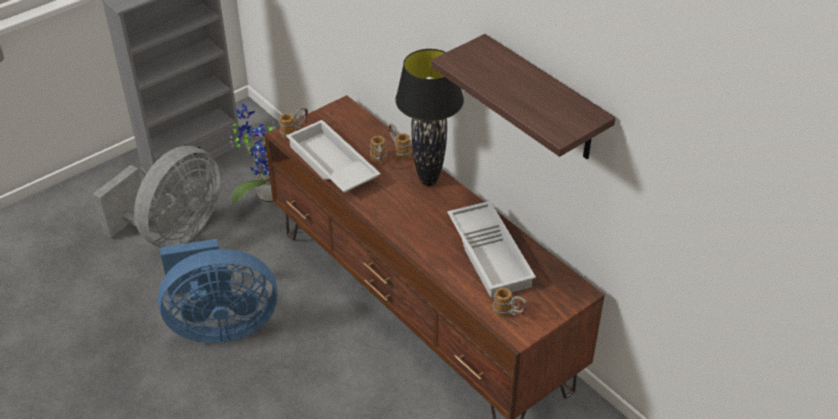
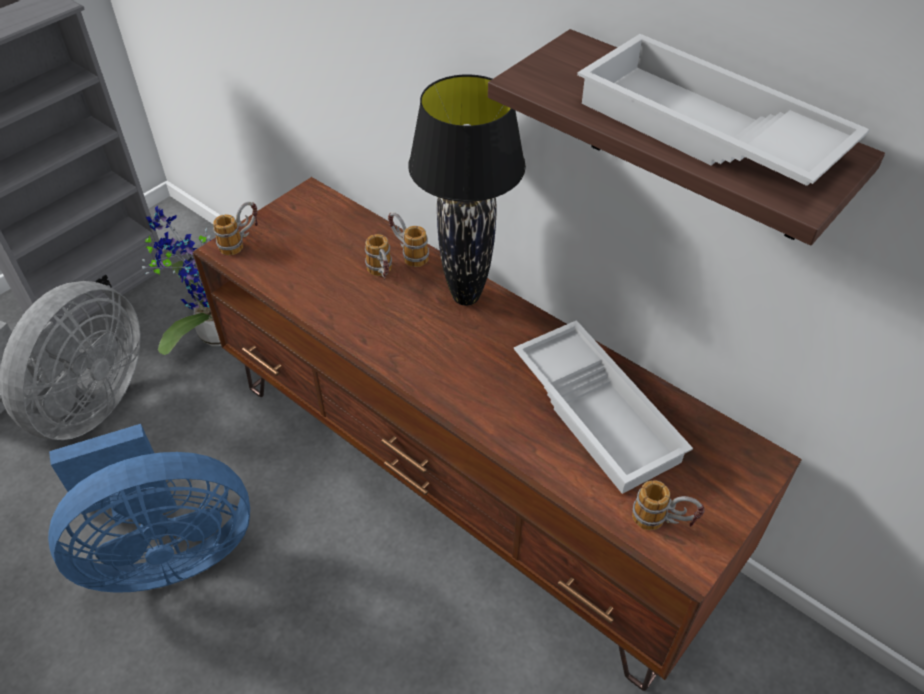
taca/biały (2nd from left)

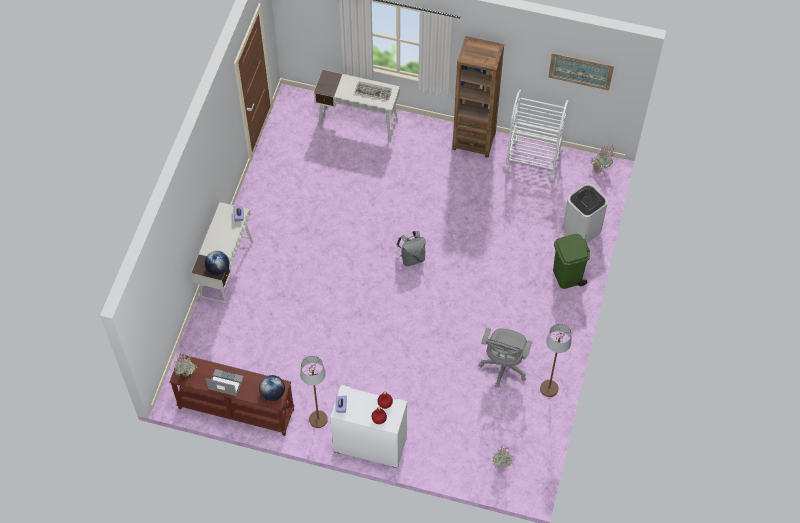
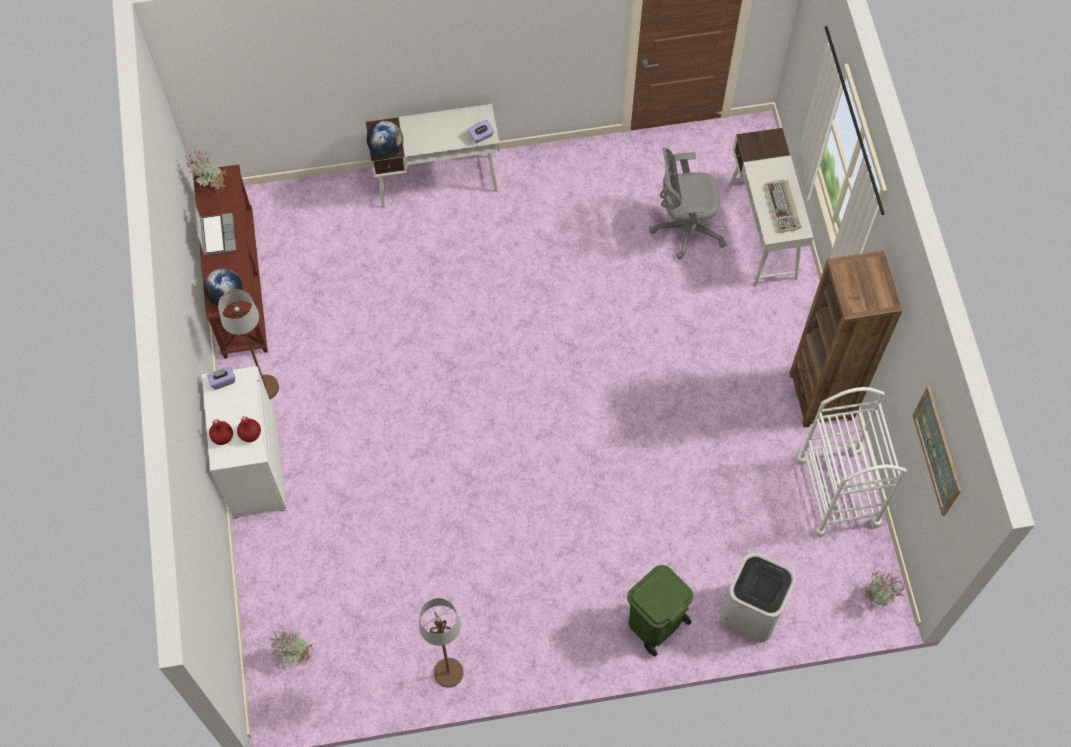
plecak/szary
krzesło biurowe/szary

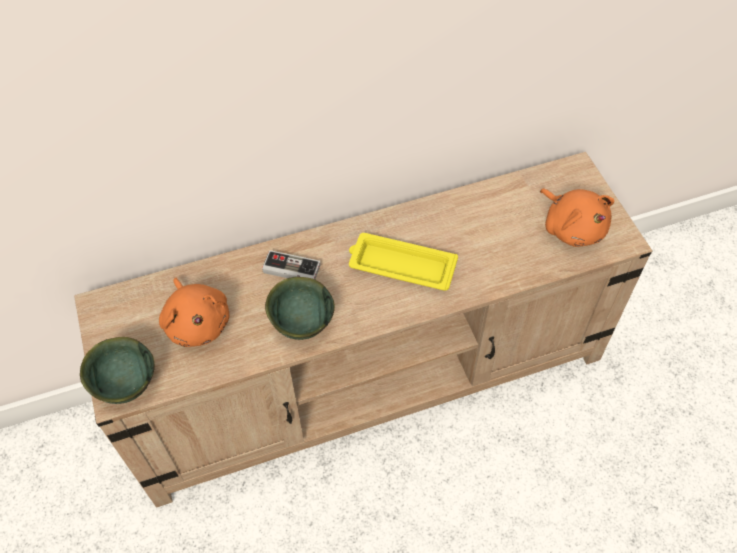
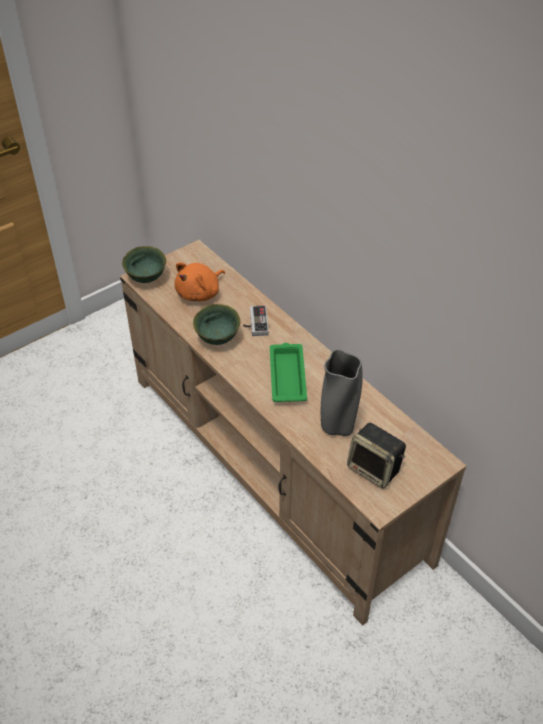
taca/zielony
głośnik
wazon/szary

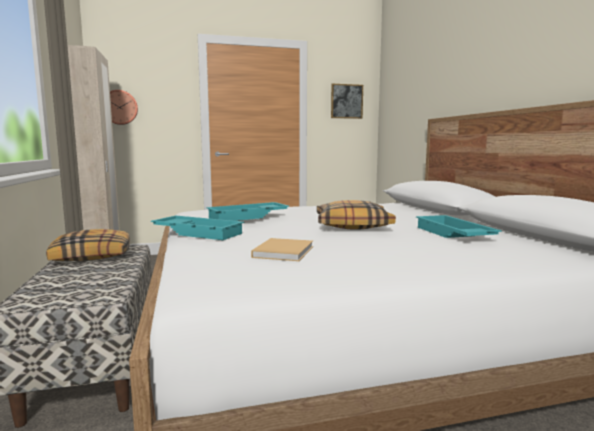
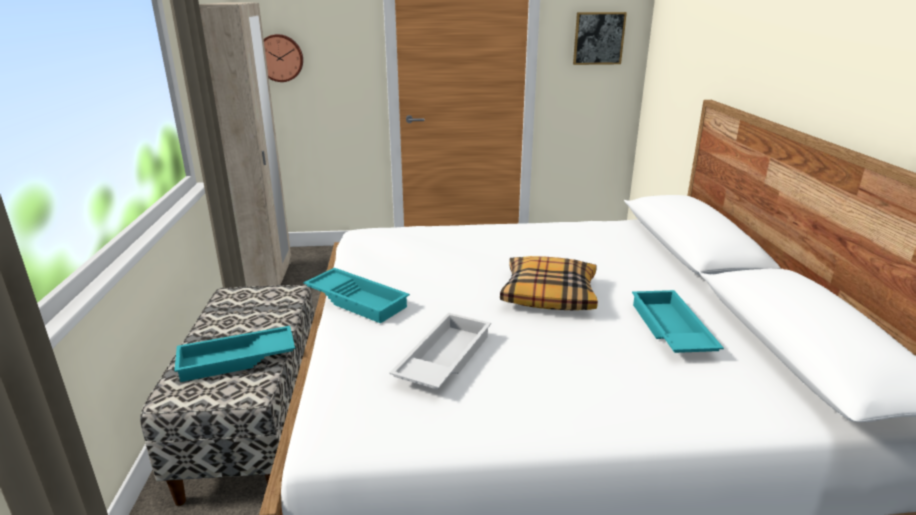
poduszka (1st from left in the first image)
taca/turkusowy (1st from left)
taca/biały

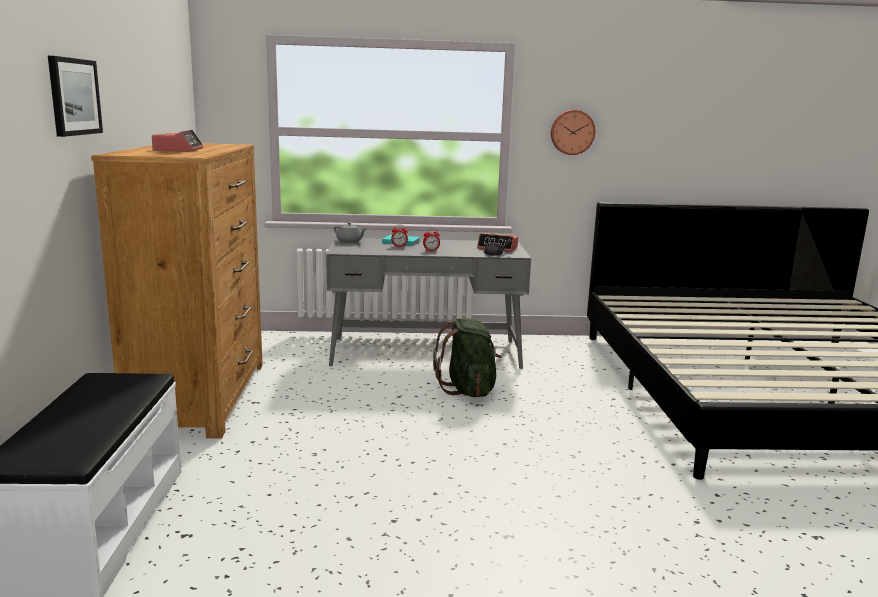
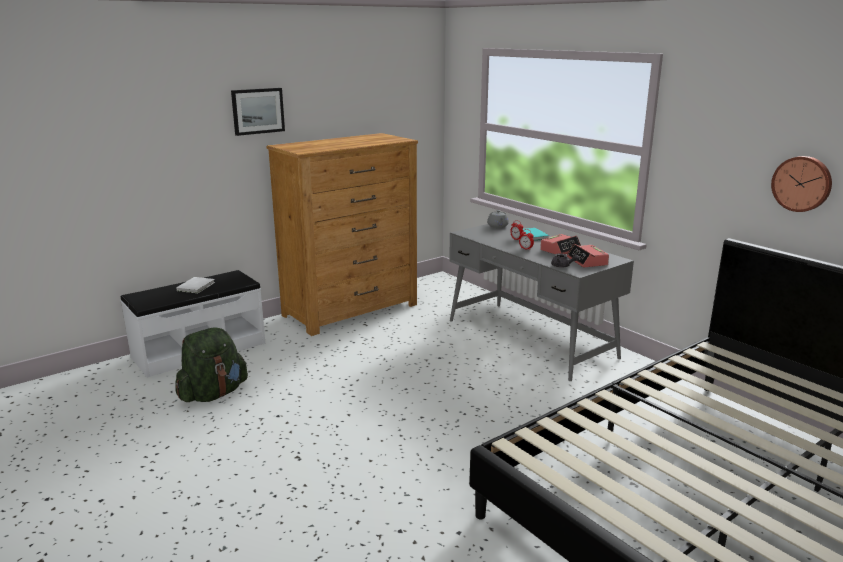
budzik (3rd from left)
plecak/zielony
zegar ścienny
książka/biały

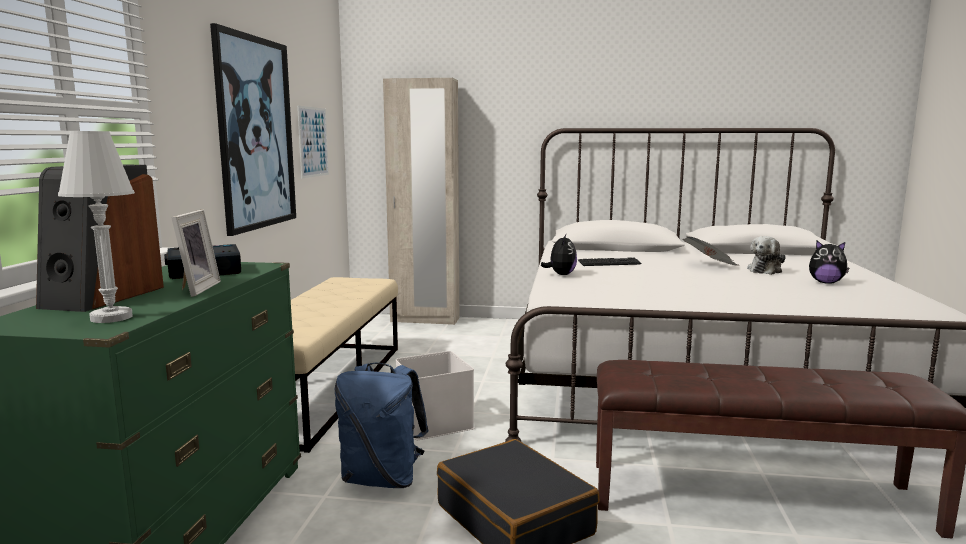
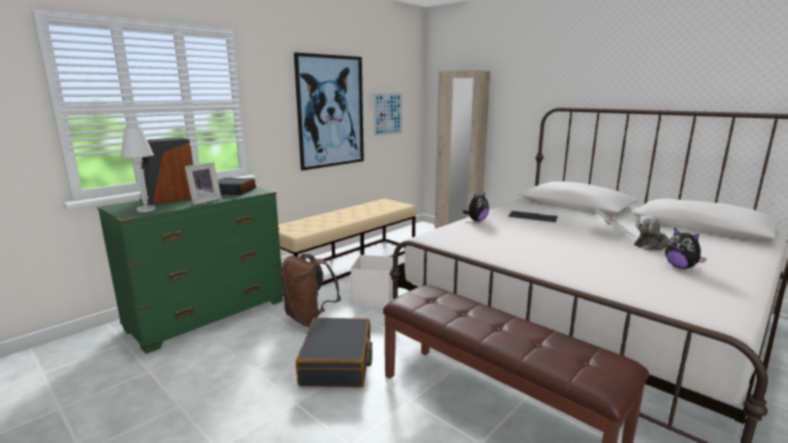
plecak/brązowy

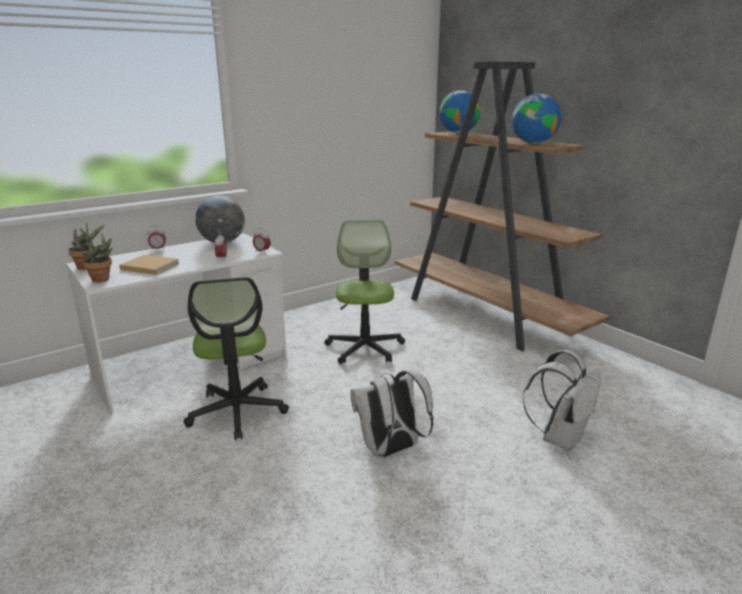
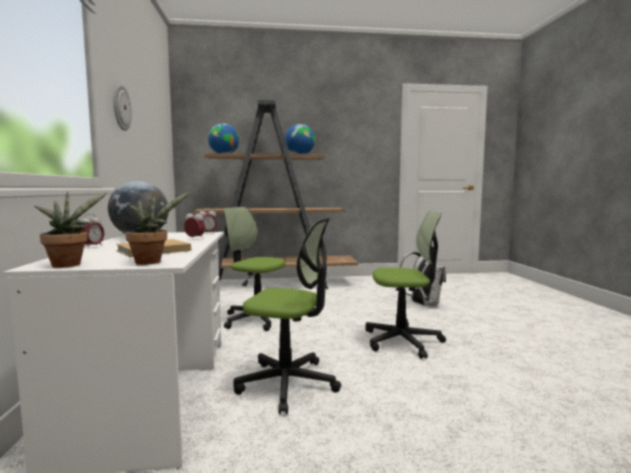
krzesło biurowe (3rd from left)
zegar ścienny

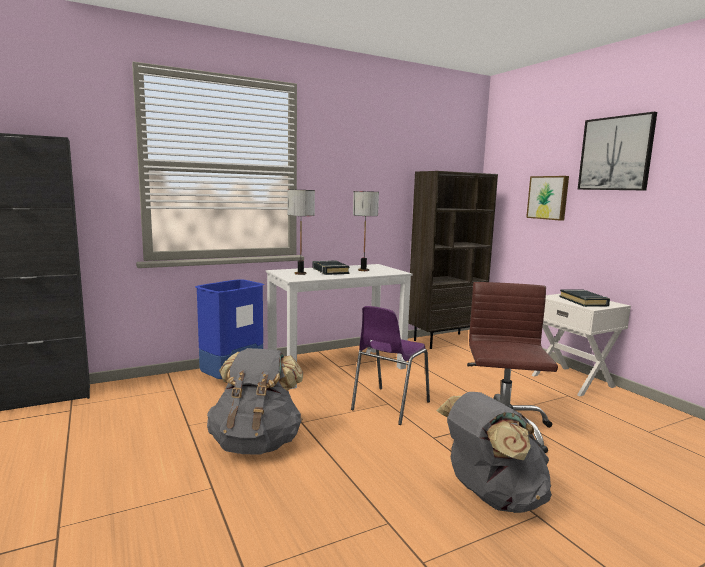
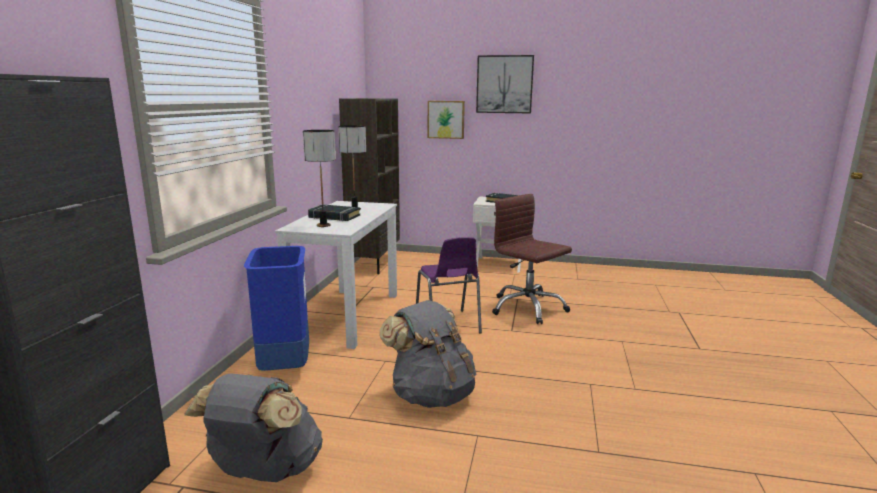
plecak/szary (1st from left)

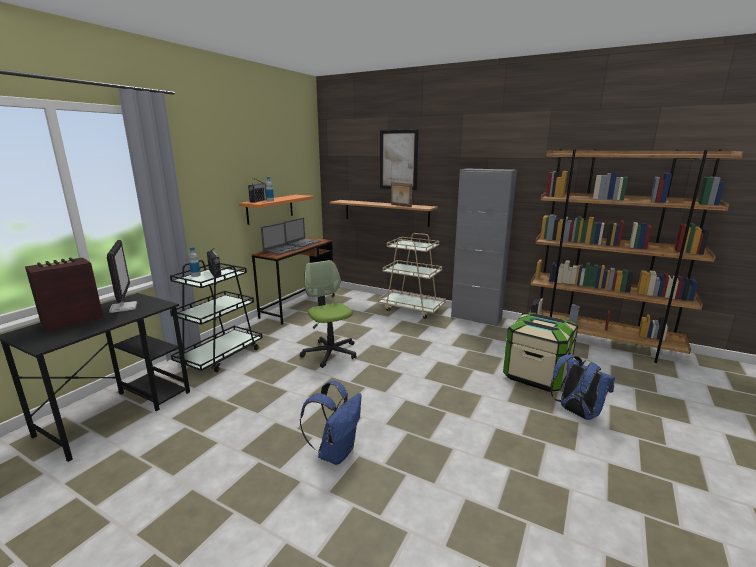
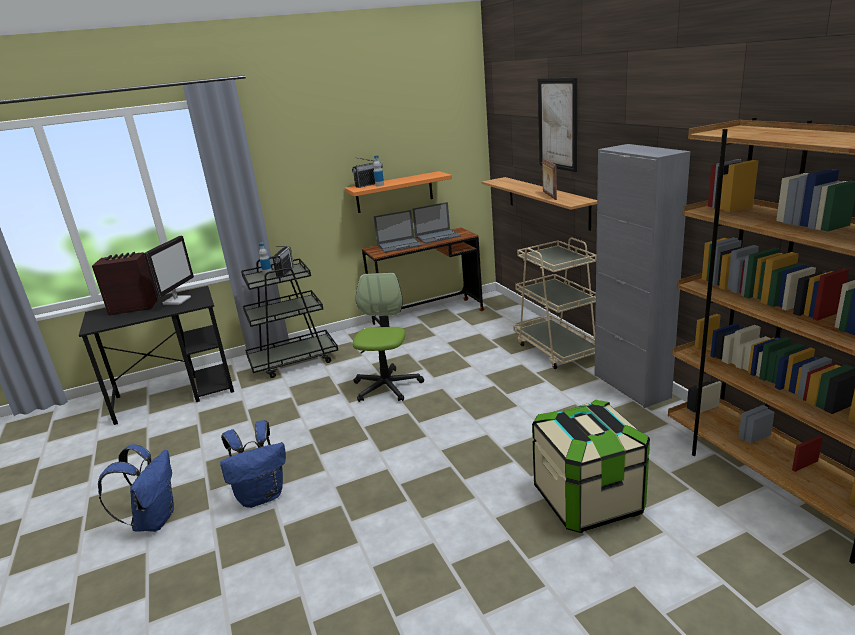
plecak/niebieski (1st from left)

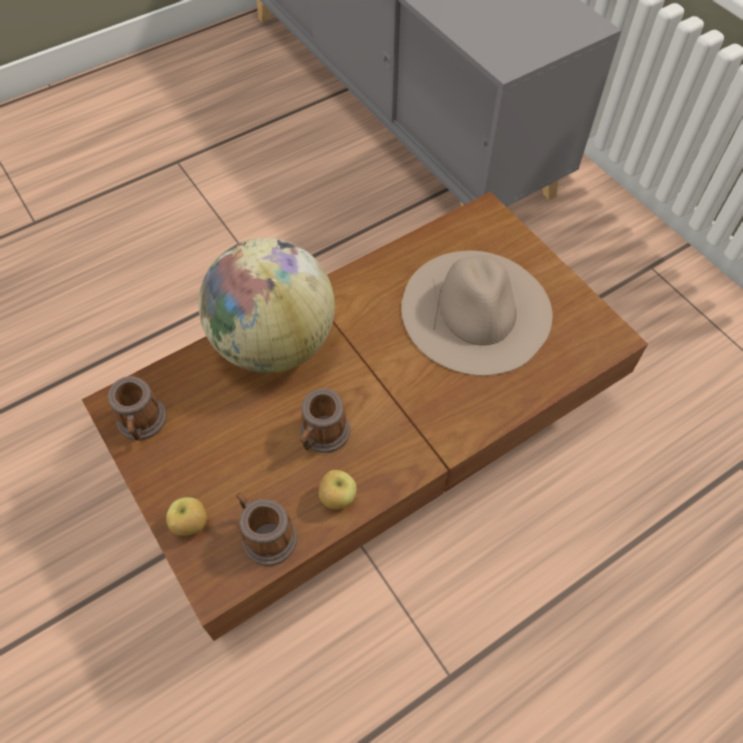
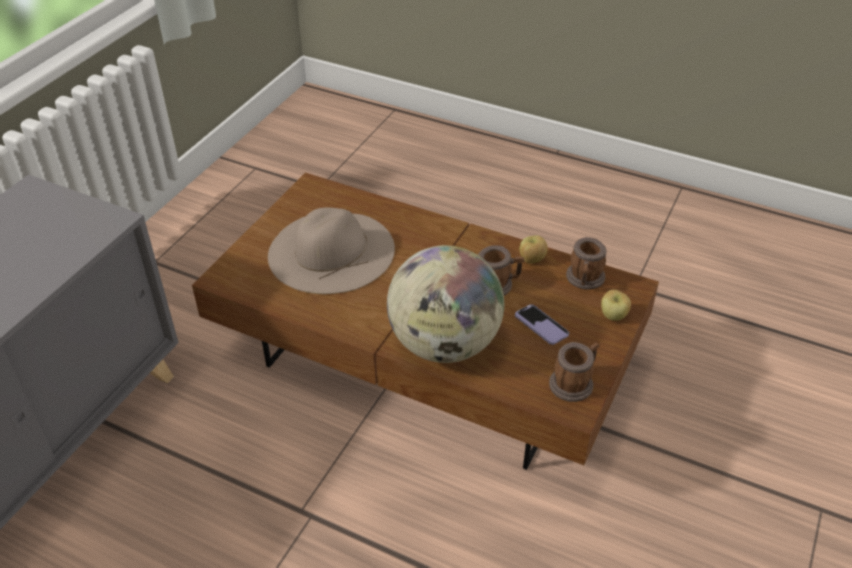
telefon

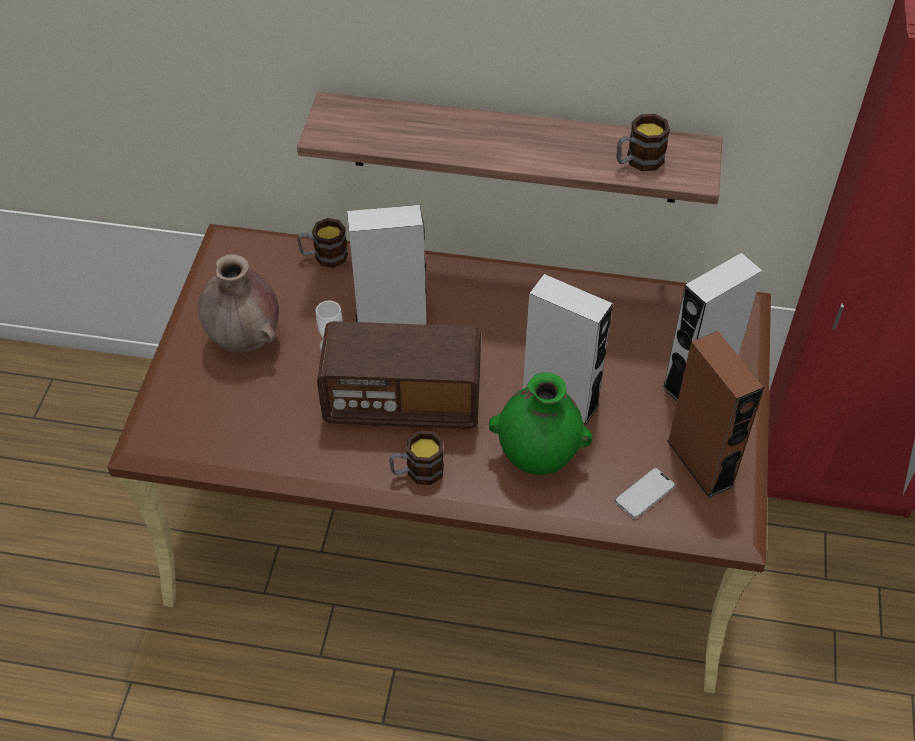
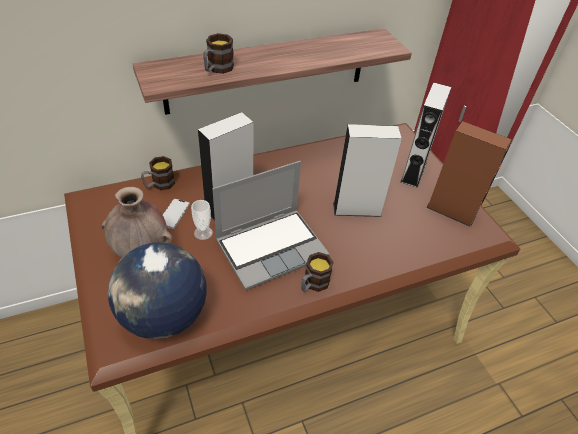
laptop
wazon/zielony
telefon
kubek (2nd from left)
globus

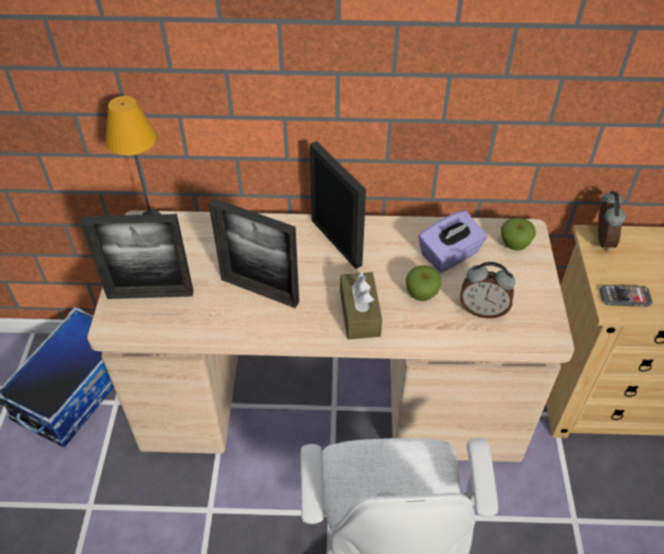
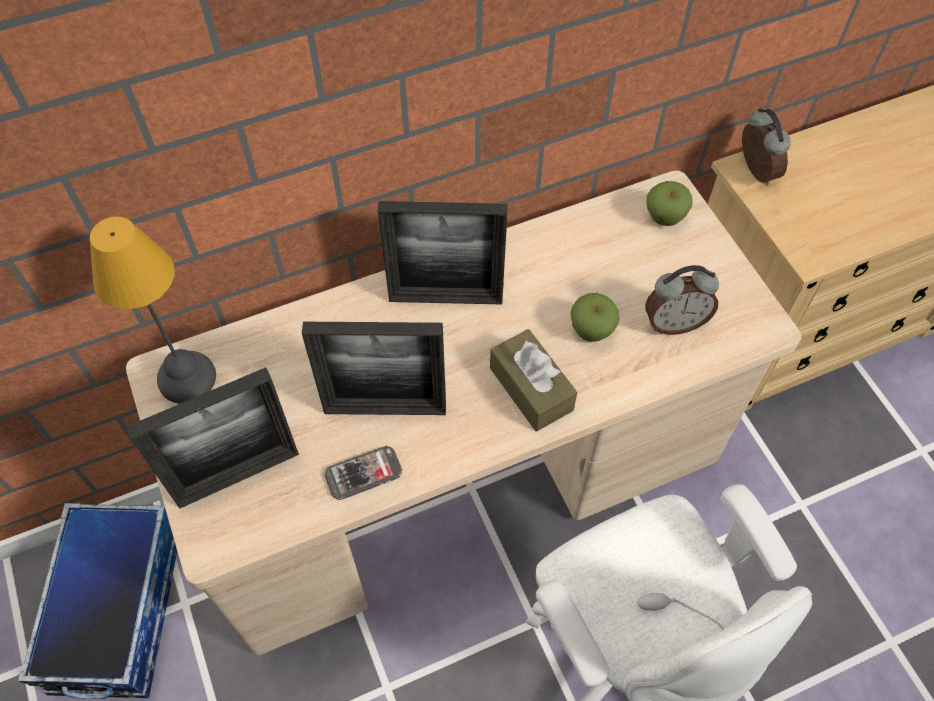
ramka na zdjęcie (3rd from left)
pudełko chusteczek/fioletowy
telefon

